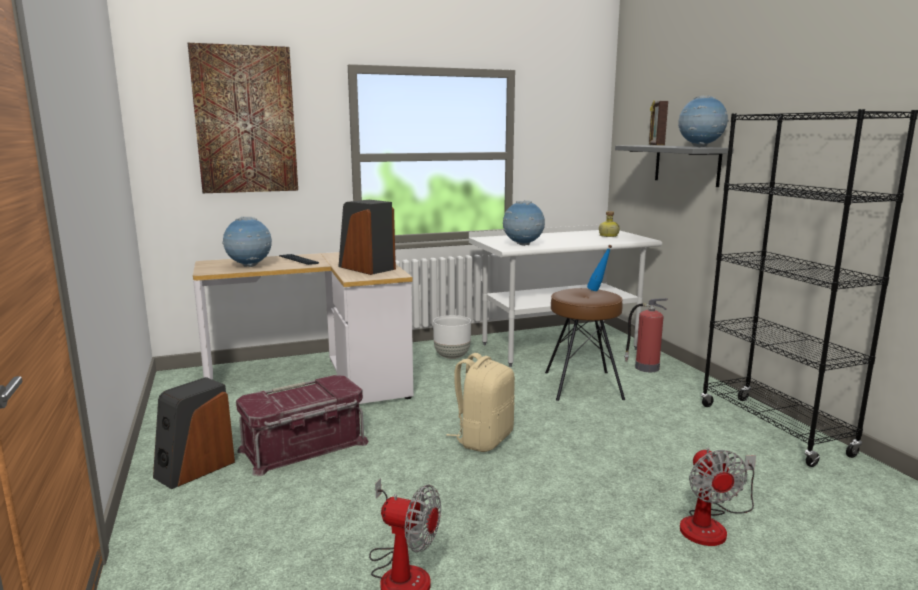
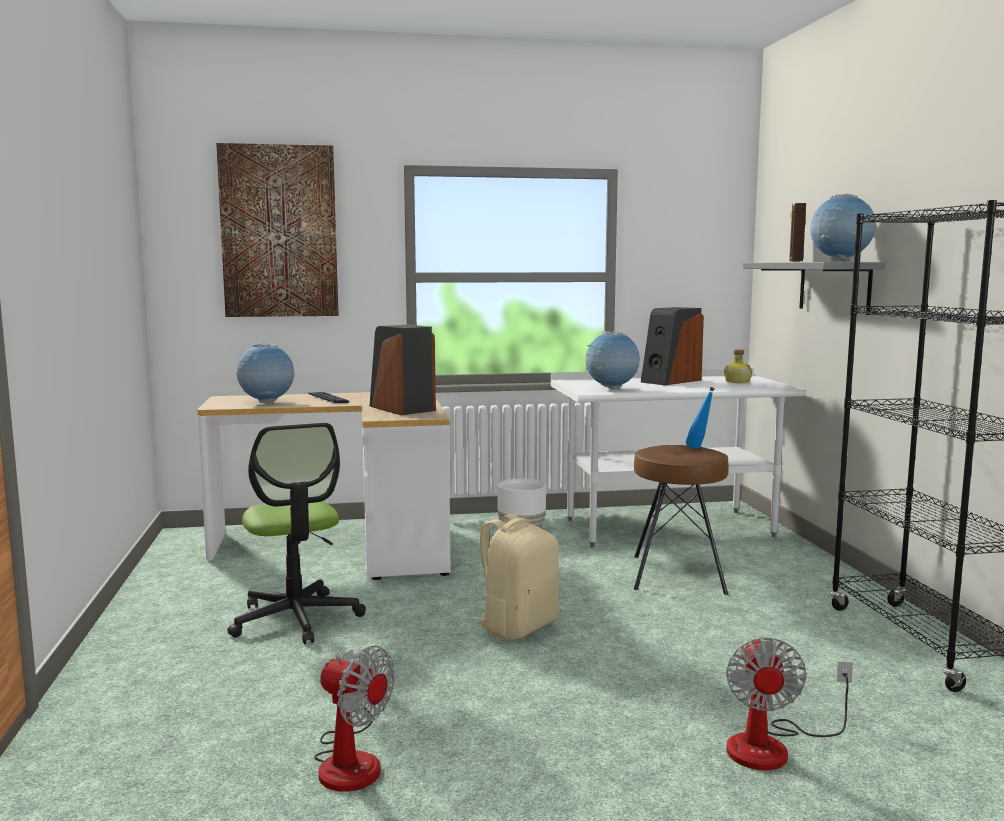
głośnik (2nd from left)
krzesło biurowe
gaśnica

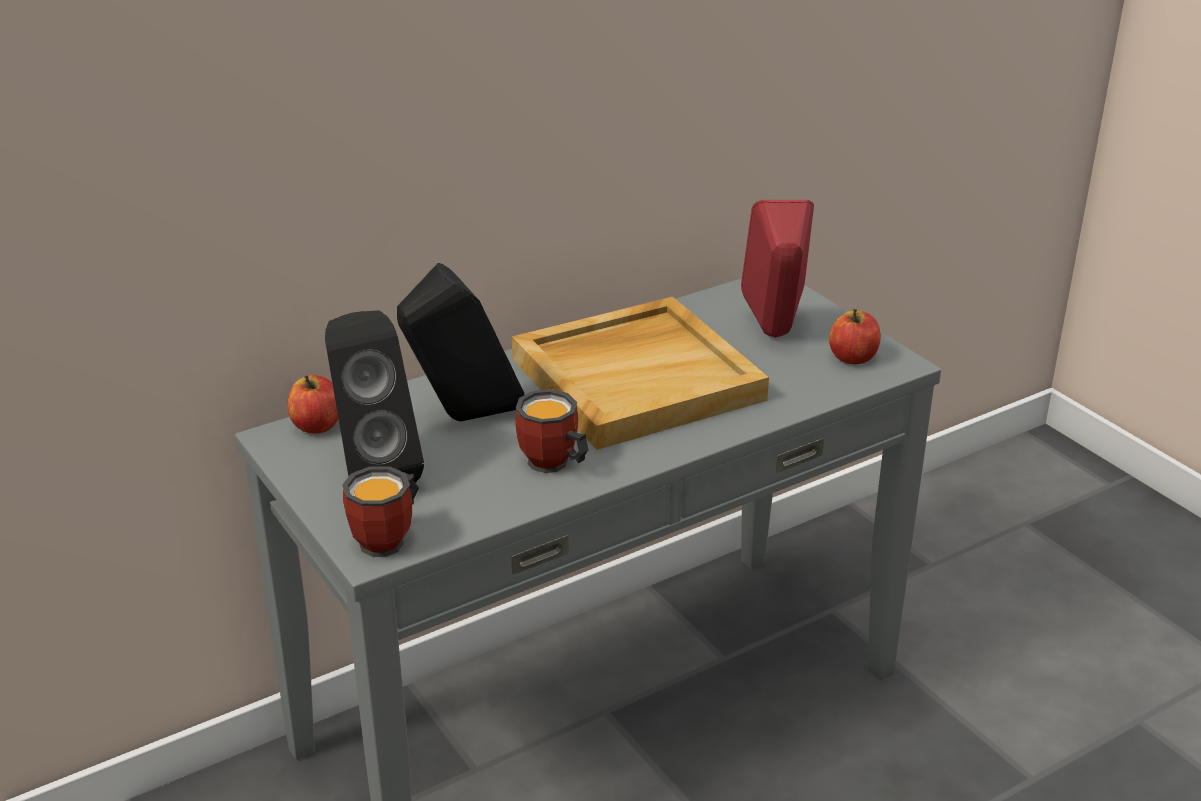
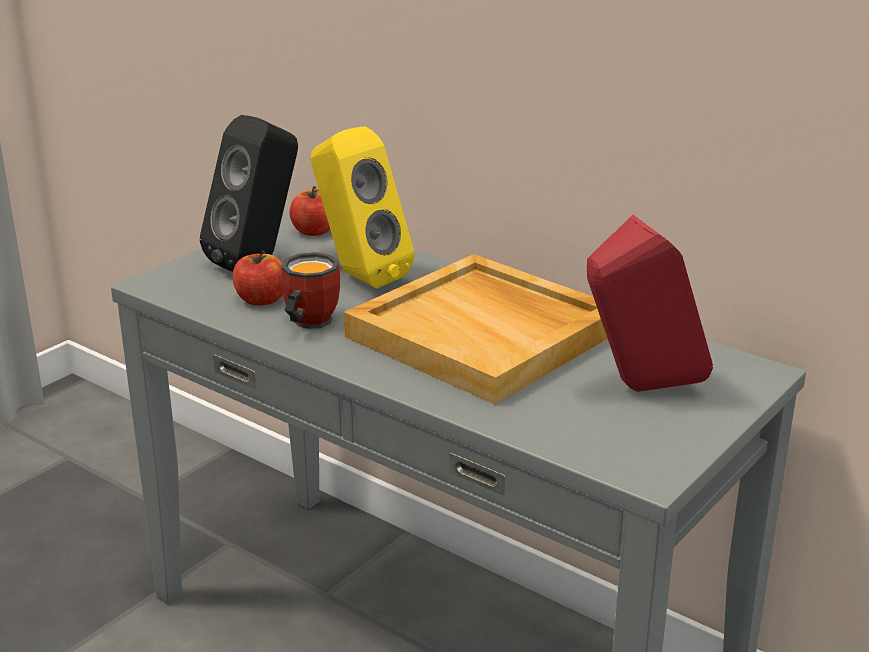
kubek (1st from left in the first image)
głośnik/żółty
jabłko (1st from left)

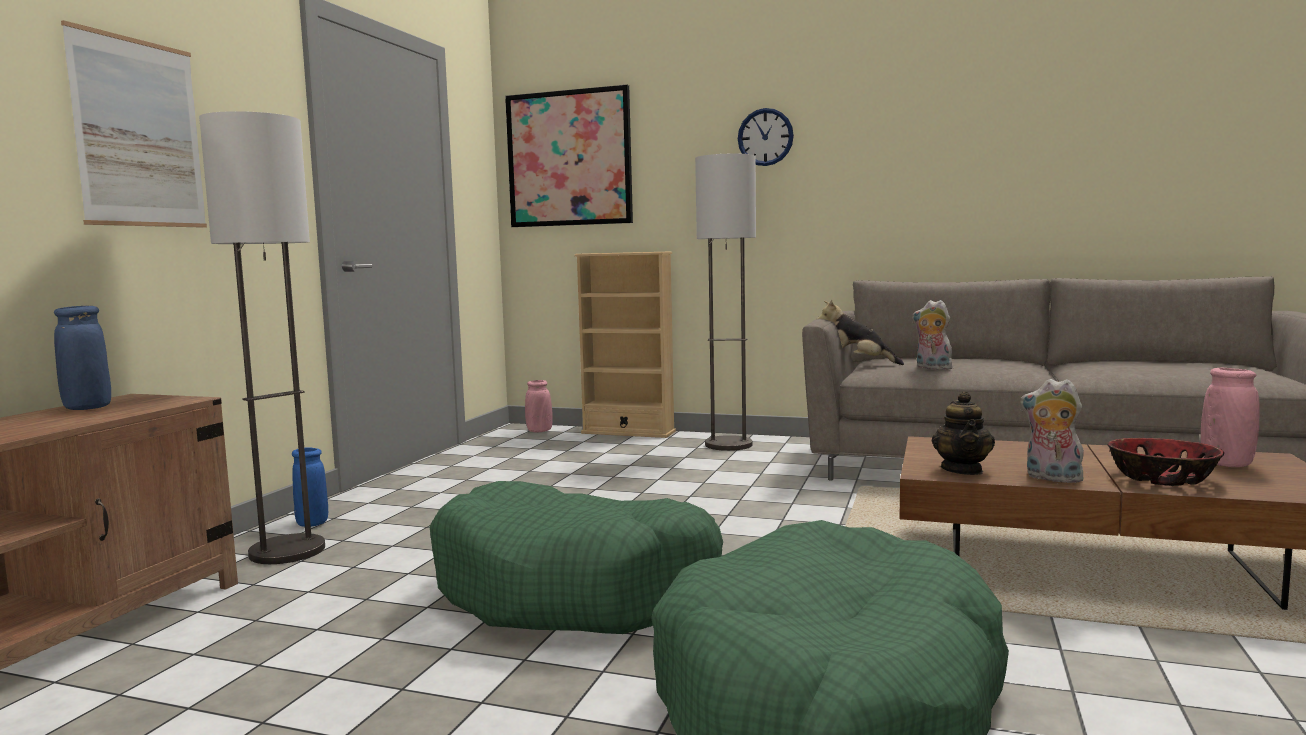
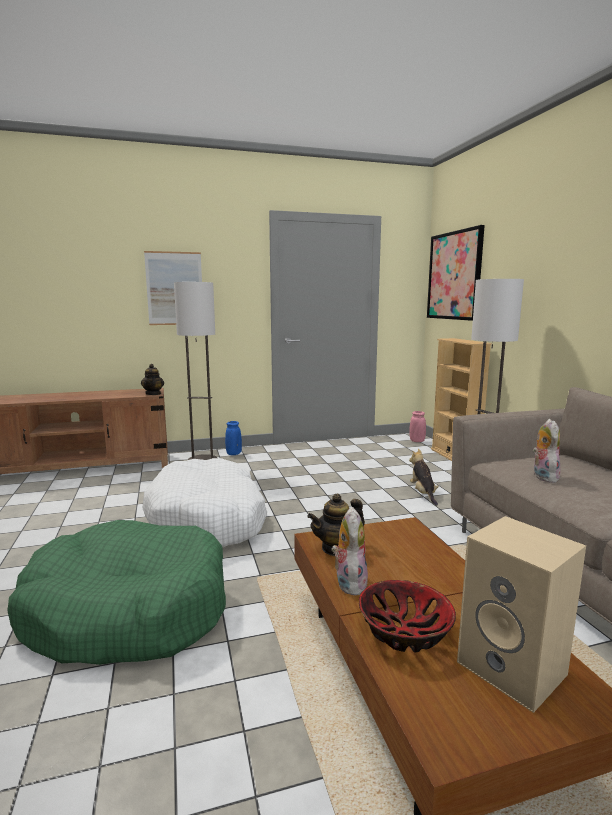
wazon/niebieski (1st from left in the first image)
legowisko/biały
zegar ścienny
pluszak (2nd from left)
głośnik/beżowy
imbryk (1st from left)

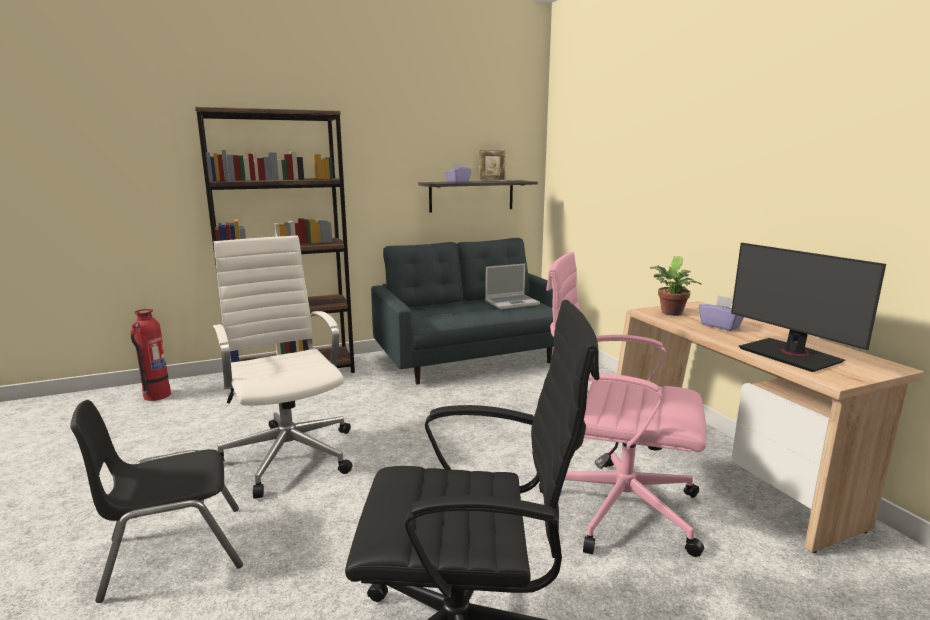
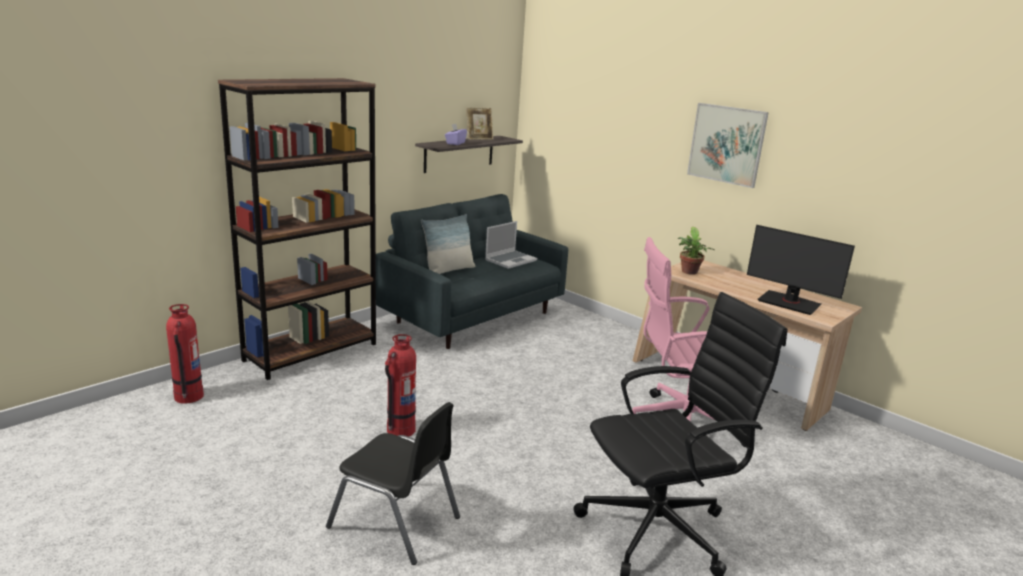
krzesło/czarny
gaśnica (2nd from left)
pudełko chusteczek/fioletowy (2nd from left in the first image)
poduszka
obraz

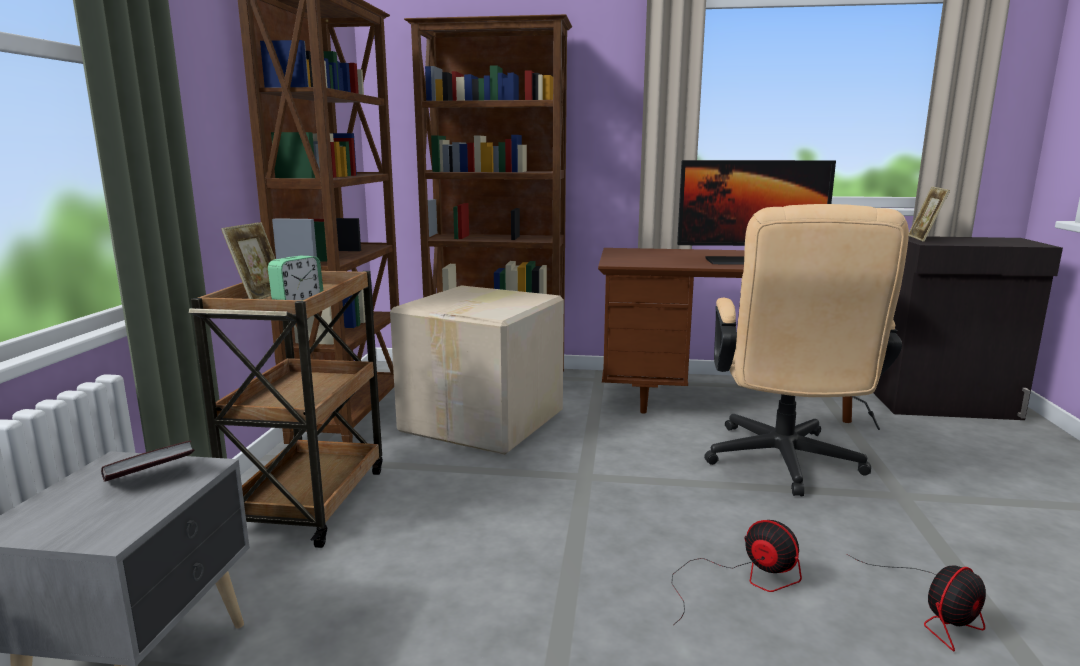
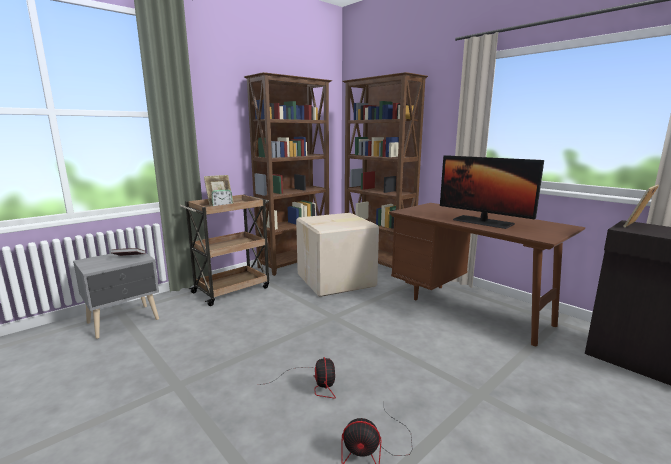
krzesło biurowe/beżowy

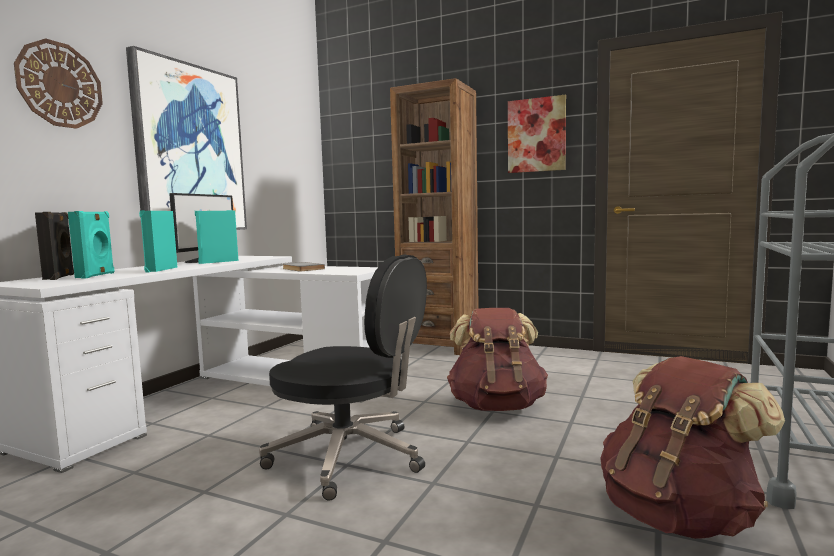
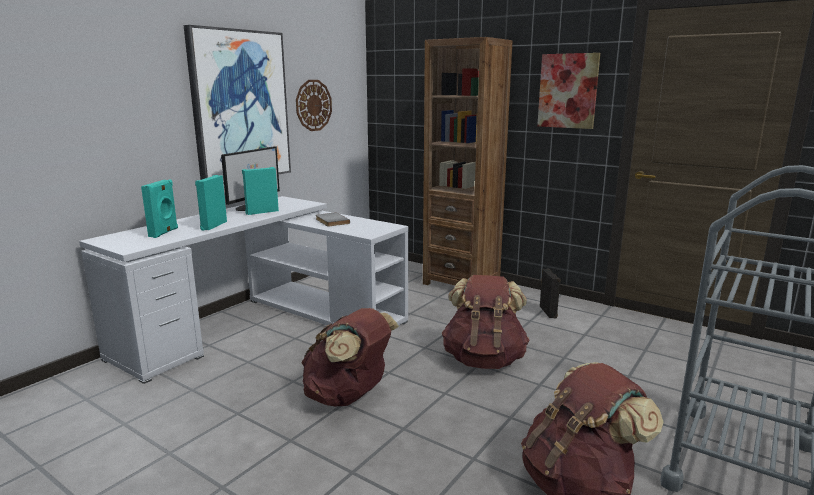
zegar ścienny
głośnik/czarny
plecak/brązowy (1st from left)

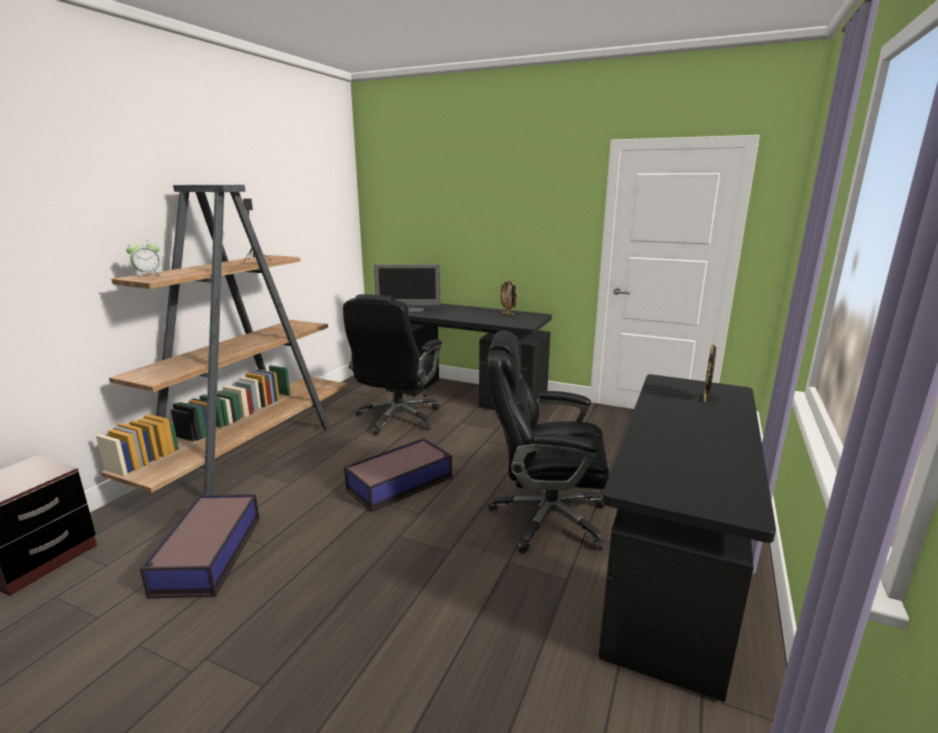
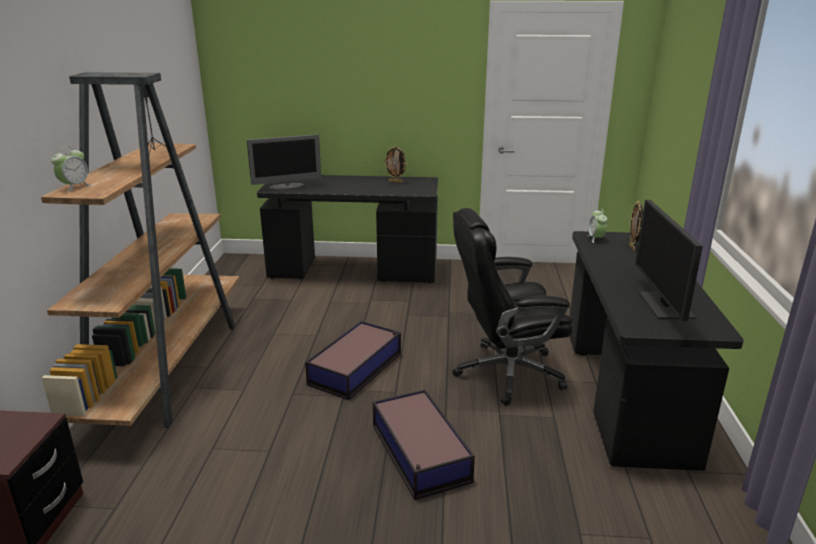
pojemnik do przechowywania (2nd from left)
krzesło biurowe/czarny (1st from left in the first image)
budzik (2nd from left)
monitor (2nd from left)

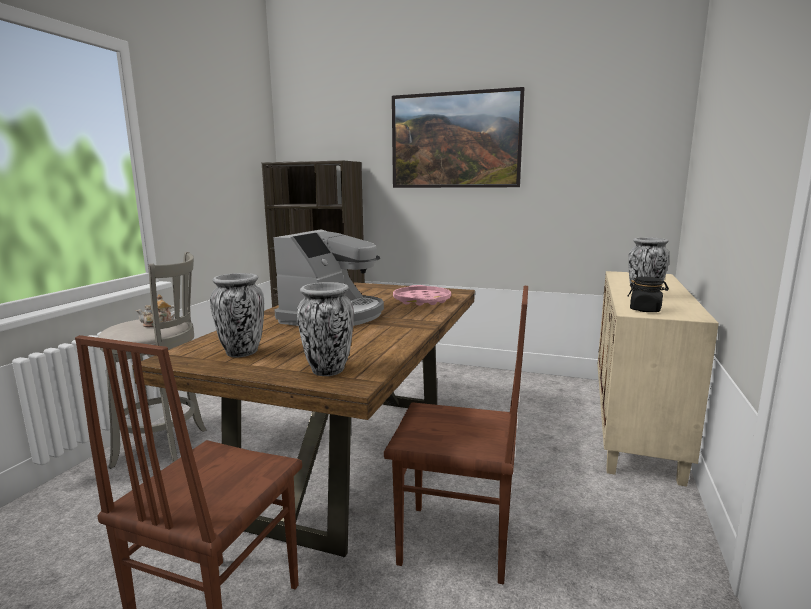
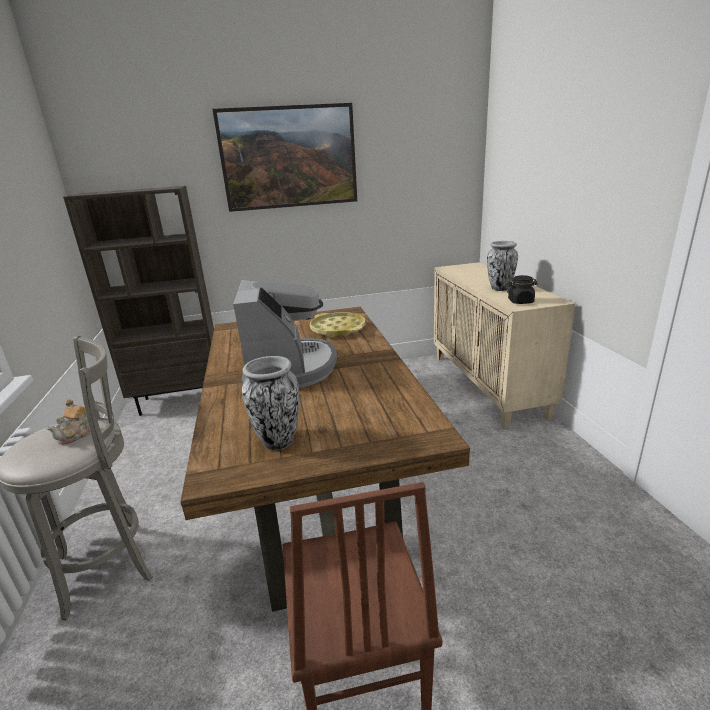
wazon (2nd from left in the first image)
krzesło/brązowy (2nd from left in the first image)
taca/żółty

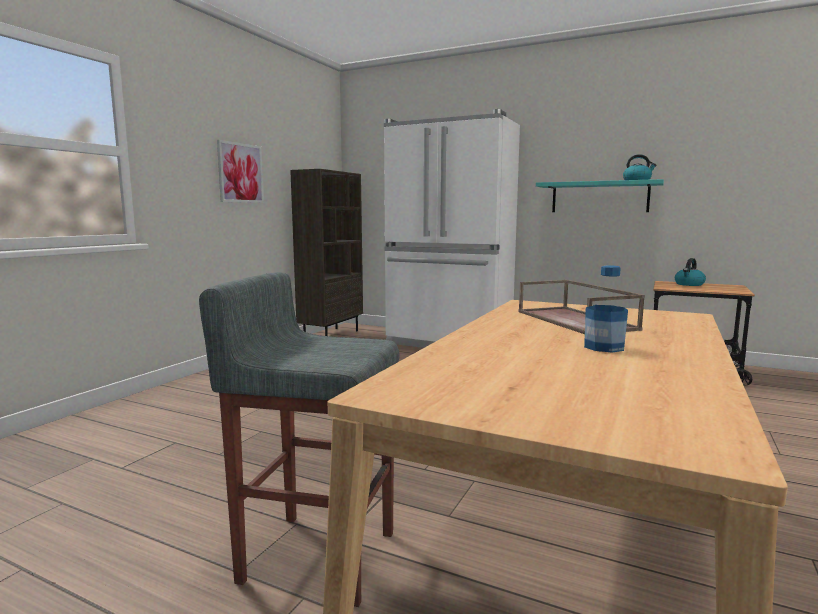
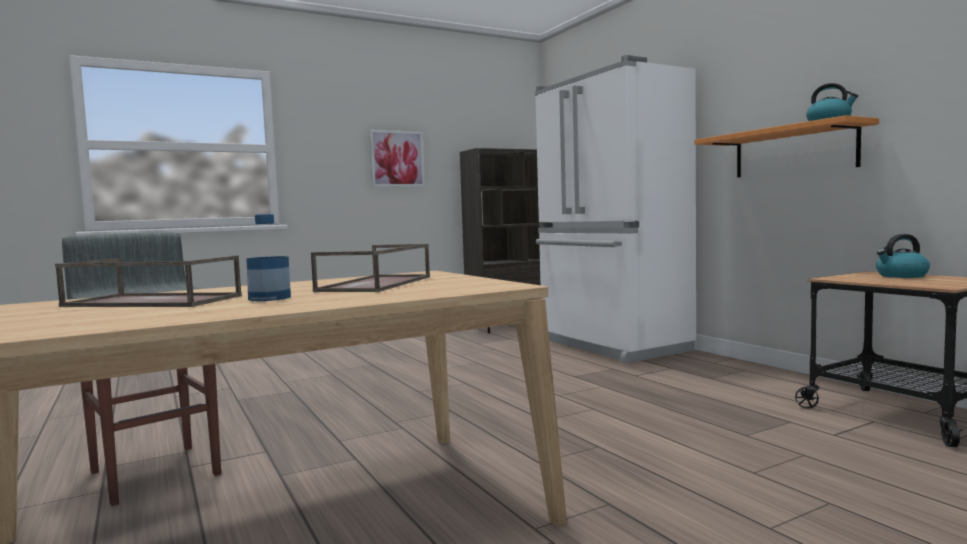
półka/pomarańczowy
taca/brązowy (1st from left)

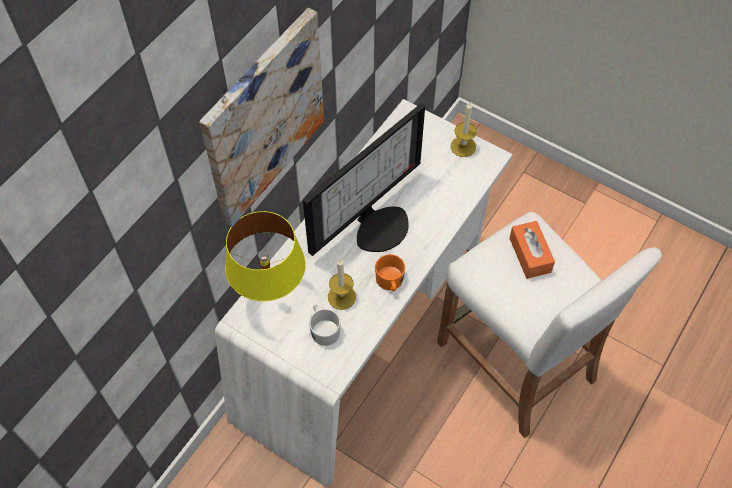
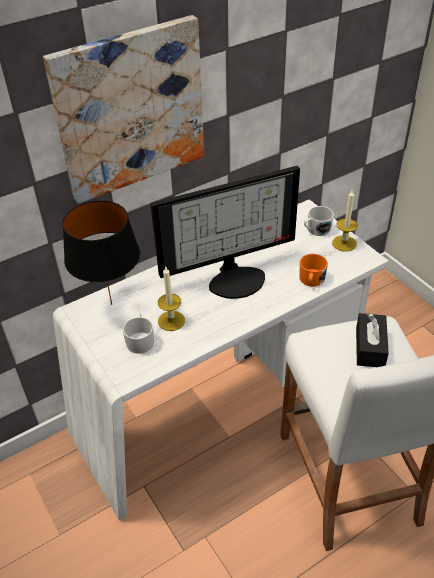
lampa stołowa/czarny
kubek/pomarańczowy
pudełko chusteczek/czarny
kubek/biały (2nd from left)

